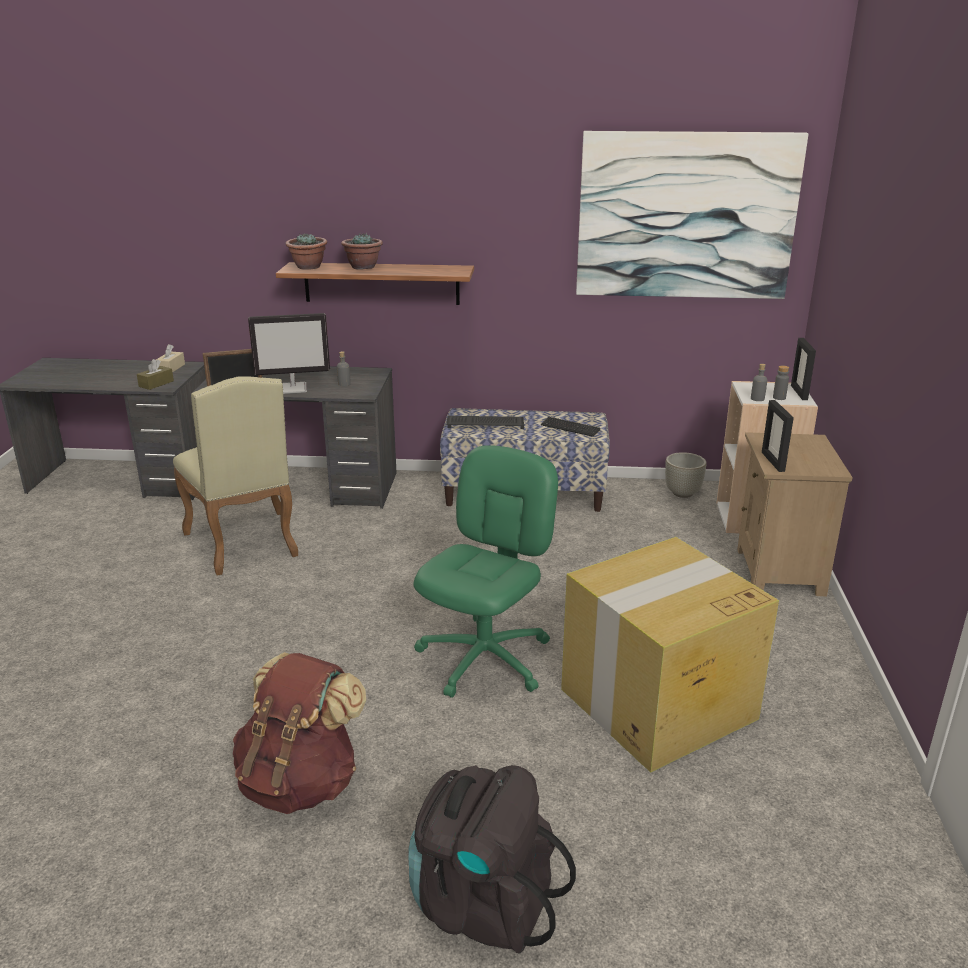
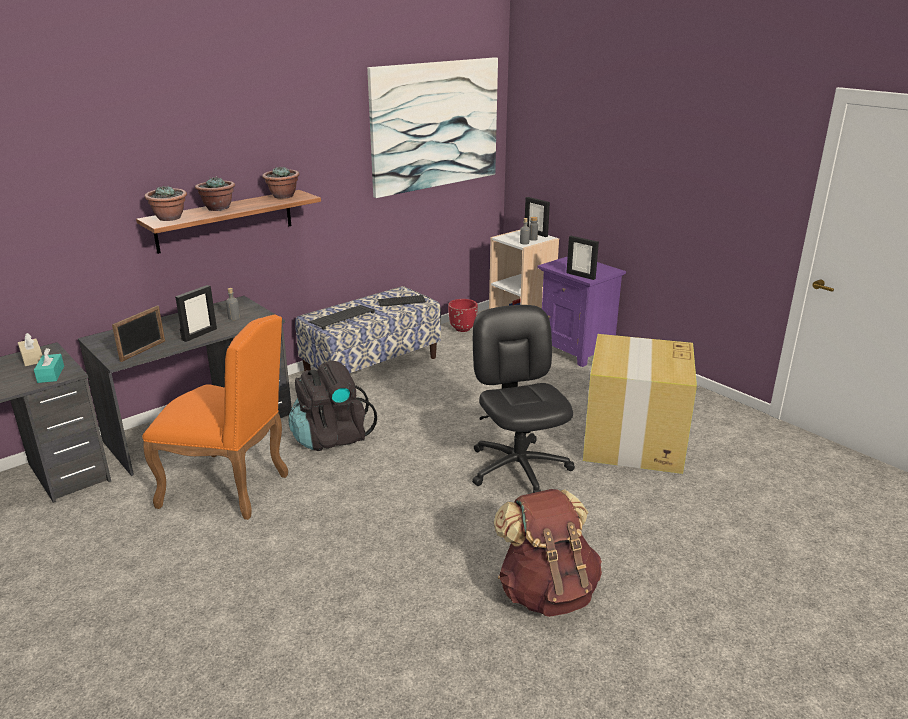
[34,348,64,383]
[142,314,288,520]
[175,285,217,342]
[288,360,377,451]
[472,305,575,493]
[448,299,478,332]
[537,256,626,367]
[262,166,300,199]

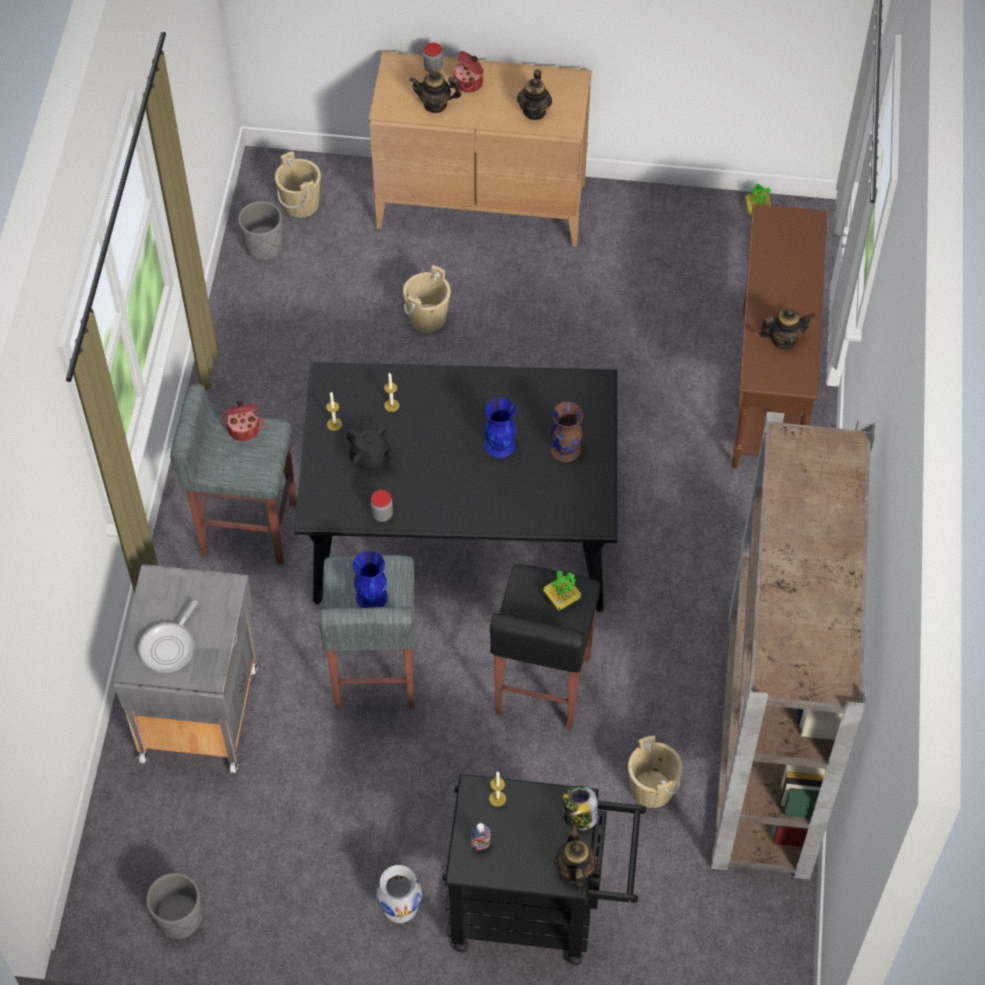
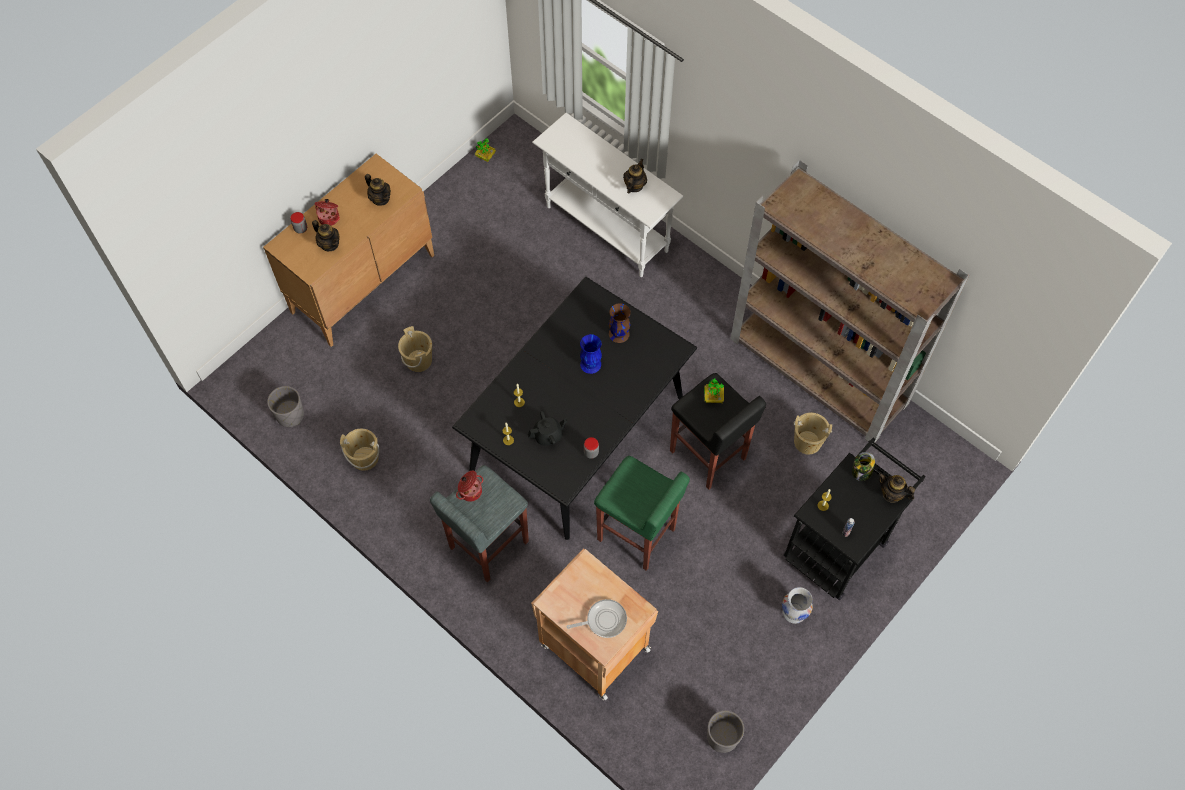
[531,548,658,700]
[566,599,627,638]
[340,429,379,471]
[594,456,690,571]
[353,551,388,608] (first image)
[312,220,340,251]
[532,113,684,277]

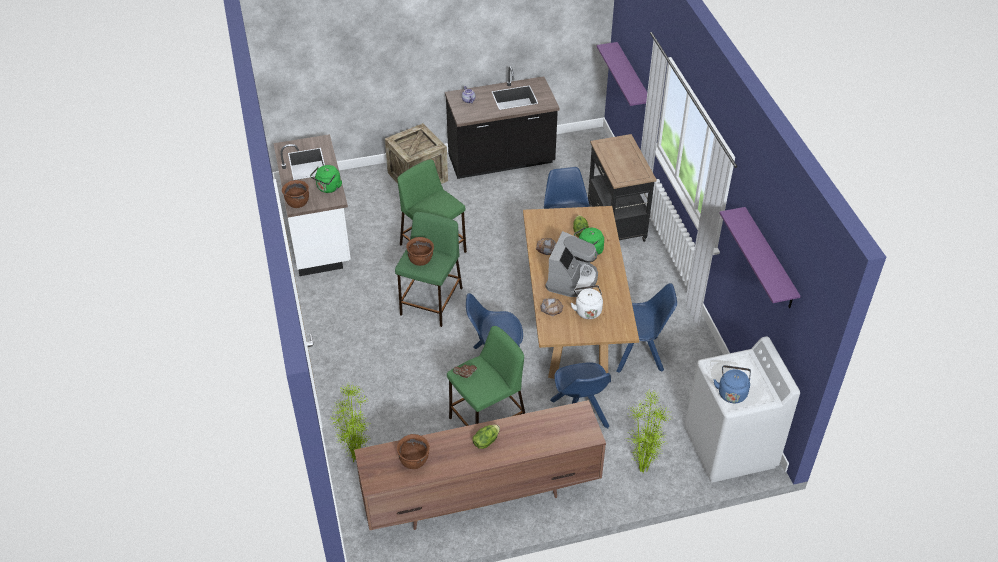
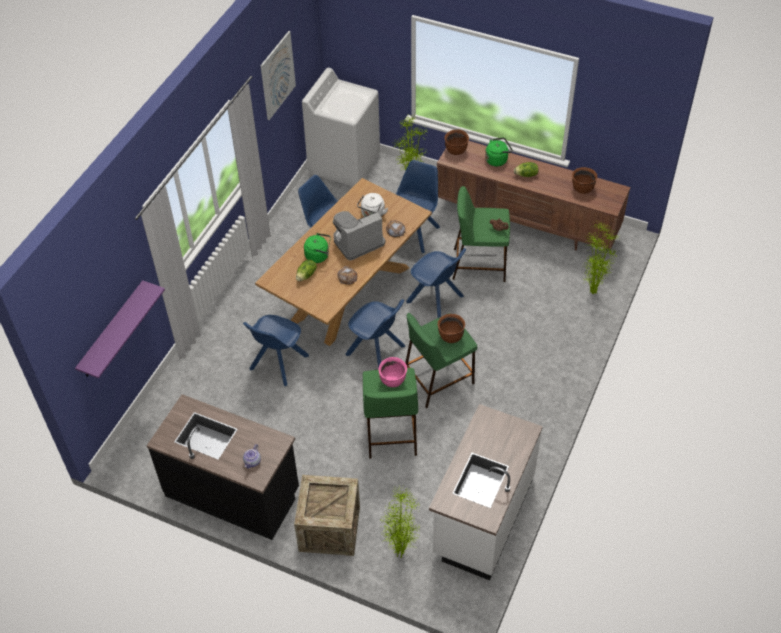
[445,129,469,155]
[485,138,513,166]
[588,134,657,242] (first image)
[714,365,751,403] (first image)
[260,31,296,120]
[345,299,405,369]
[378,357,407,387]
[382,488,421,558]

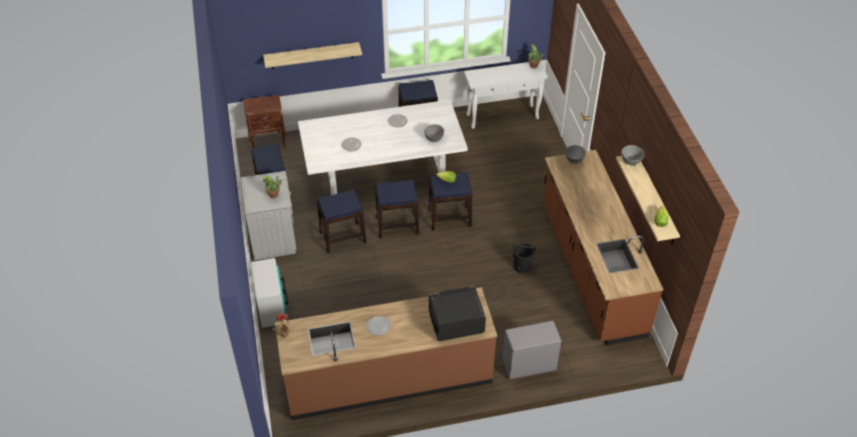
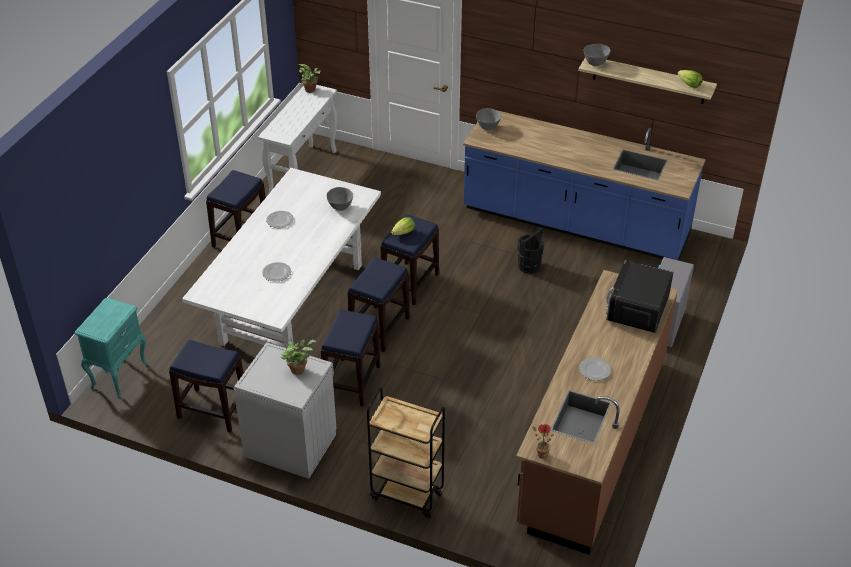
[75,298,148,399]
[367,387,445,518]
[263,42,362,69] (first image)
[463,110,706,261]

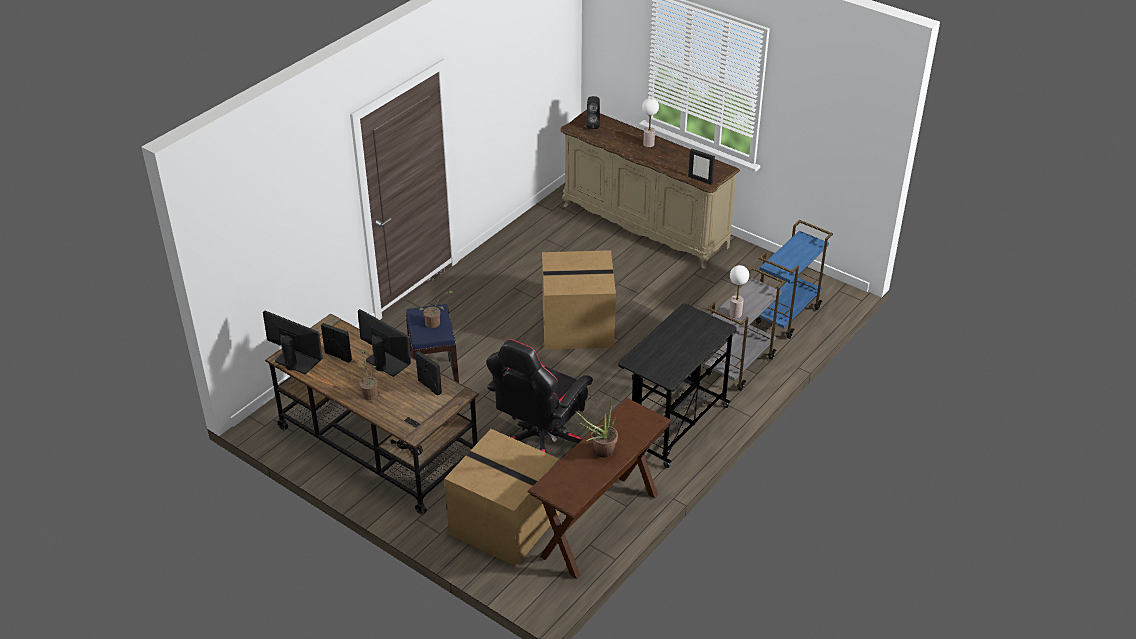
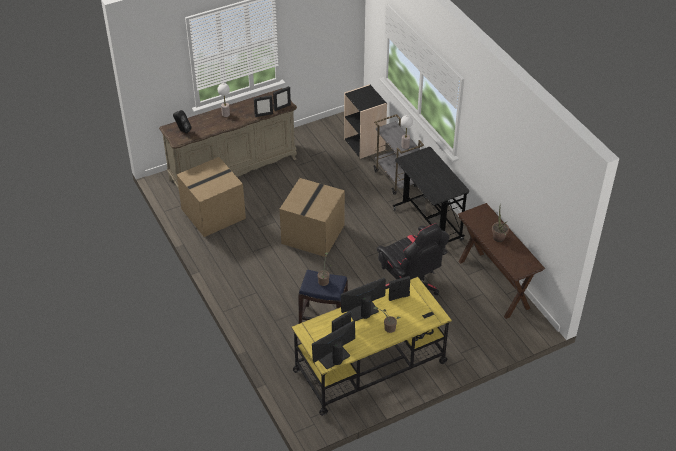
[291,277,452,416]
[177,157,246,237]
[344,84,387,159]
[254,95,273,117]

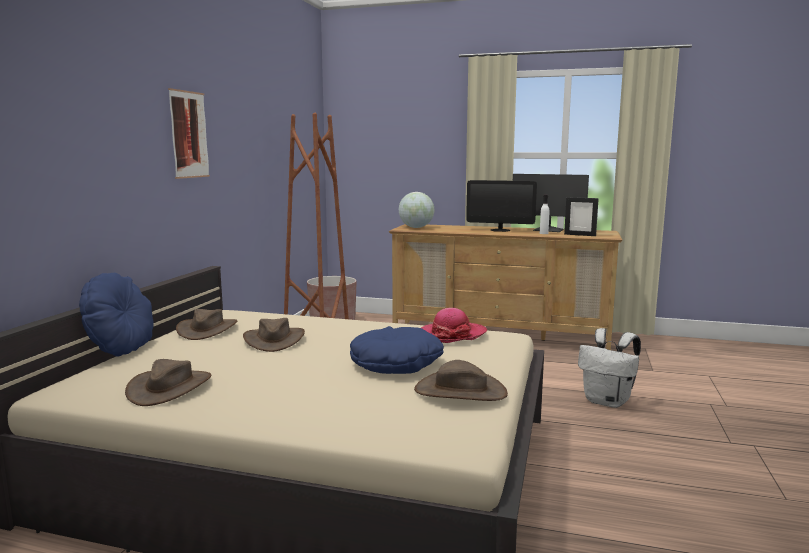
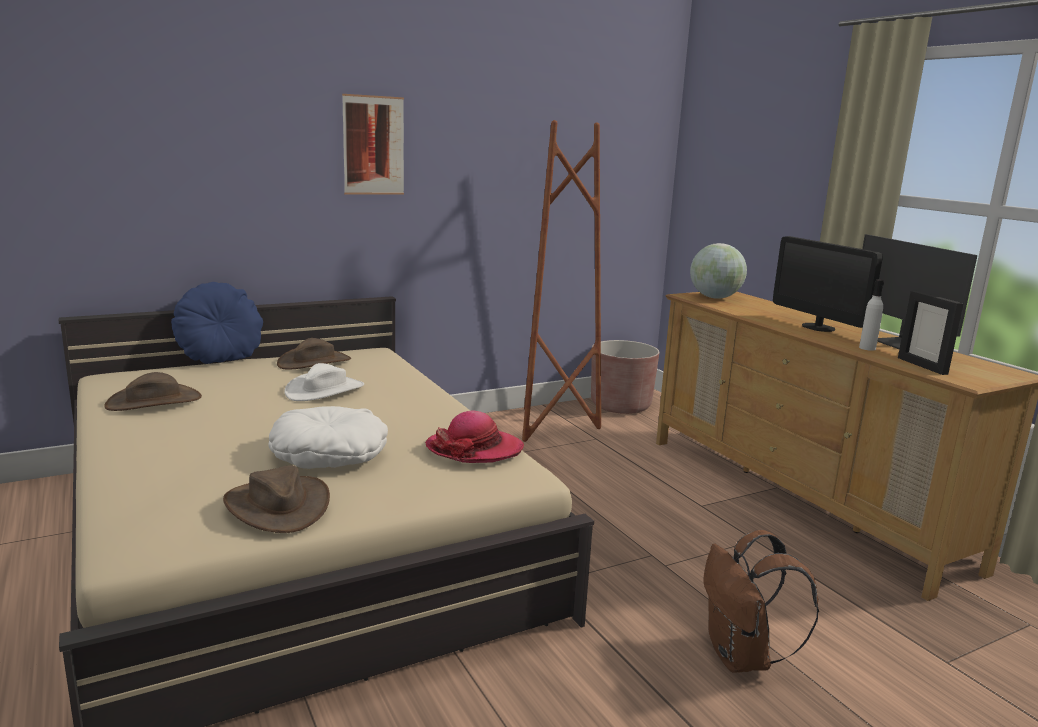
[284,363,364,401]
[268,406,388,469]
[703,530,819,672]

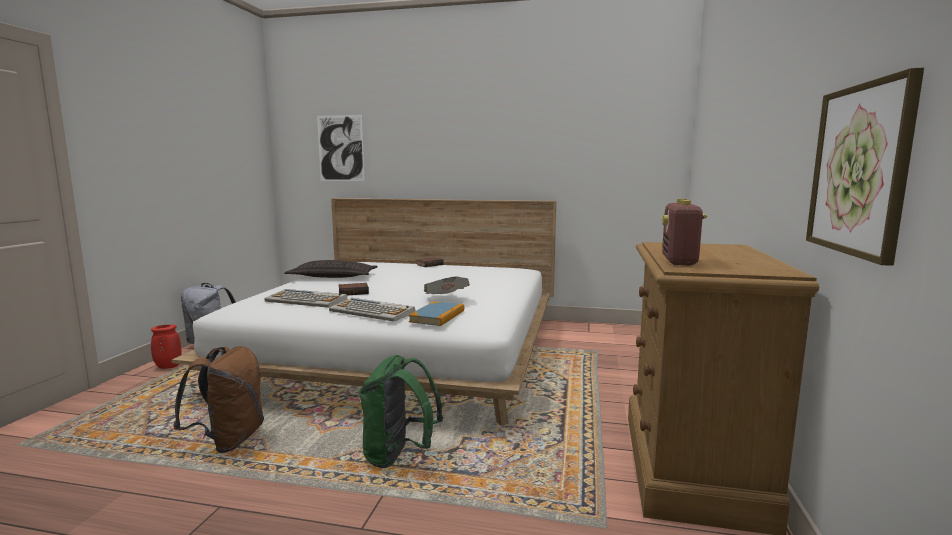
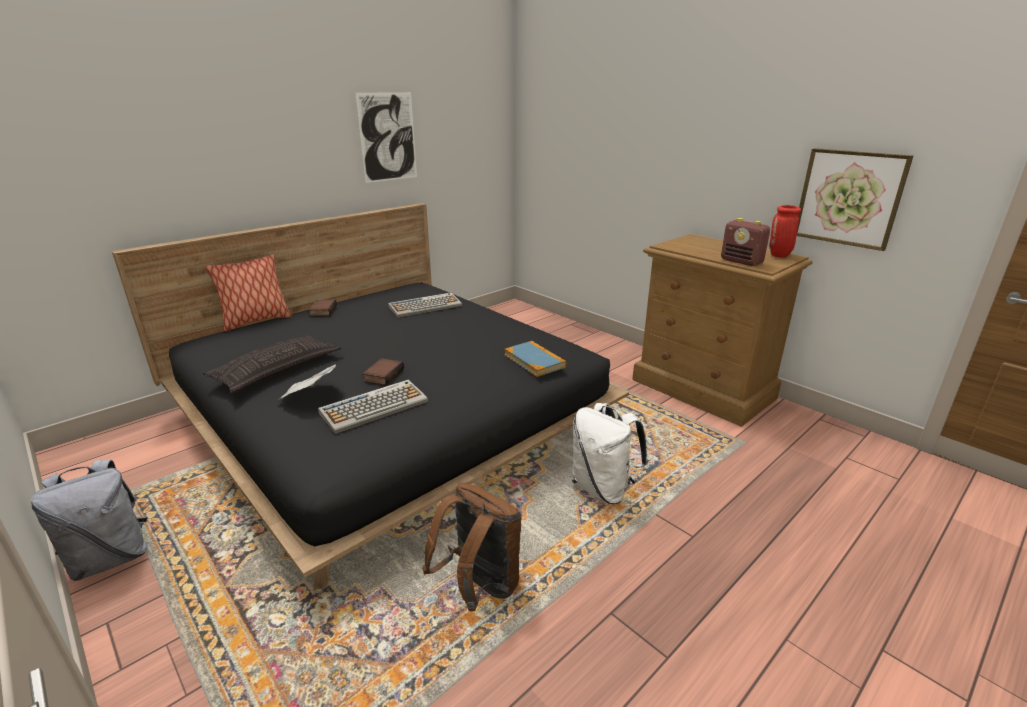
[769,205,801,258]
[112,203,629,589]
[355,92,417,183]
[388,292,462,318]
[572,403,648,504]
[279,364,336,399]
[205,254,292,331]

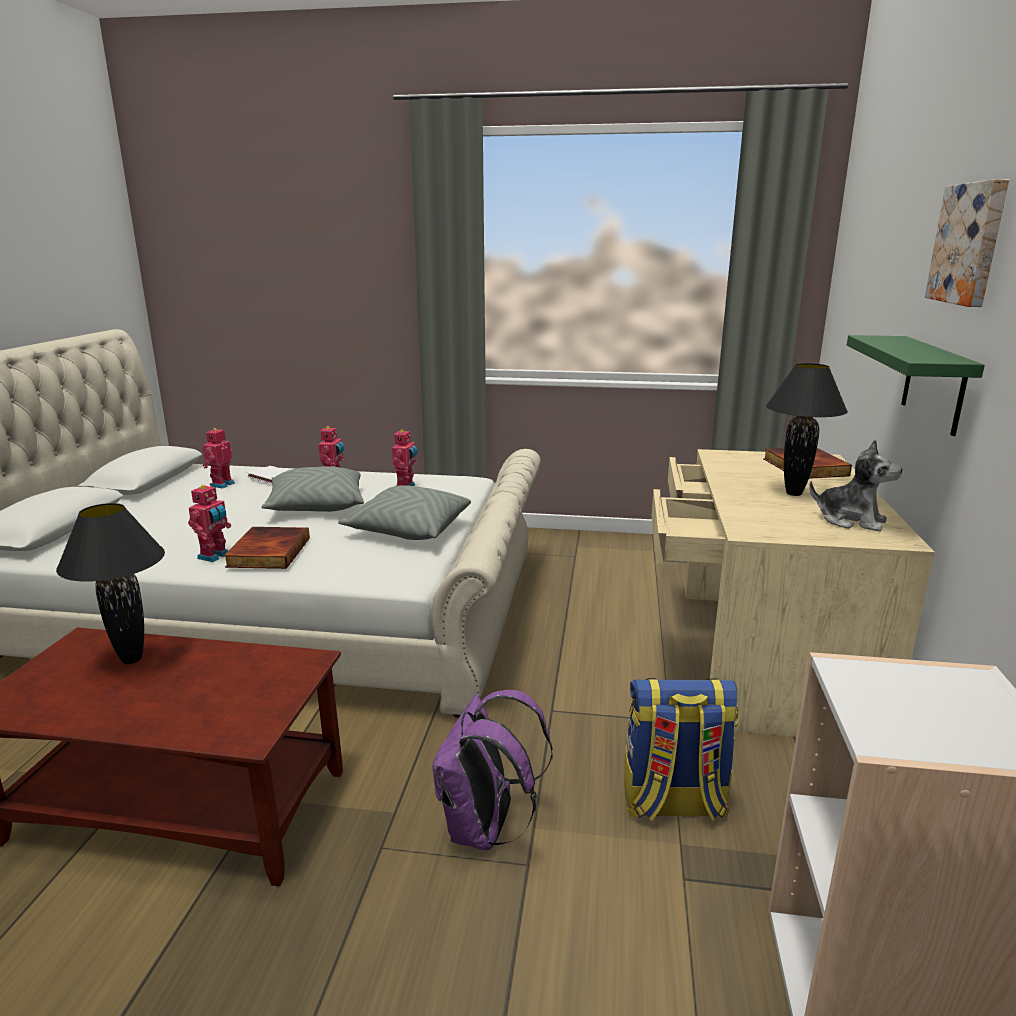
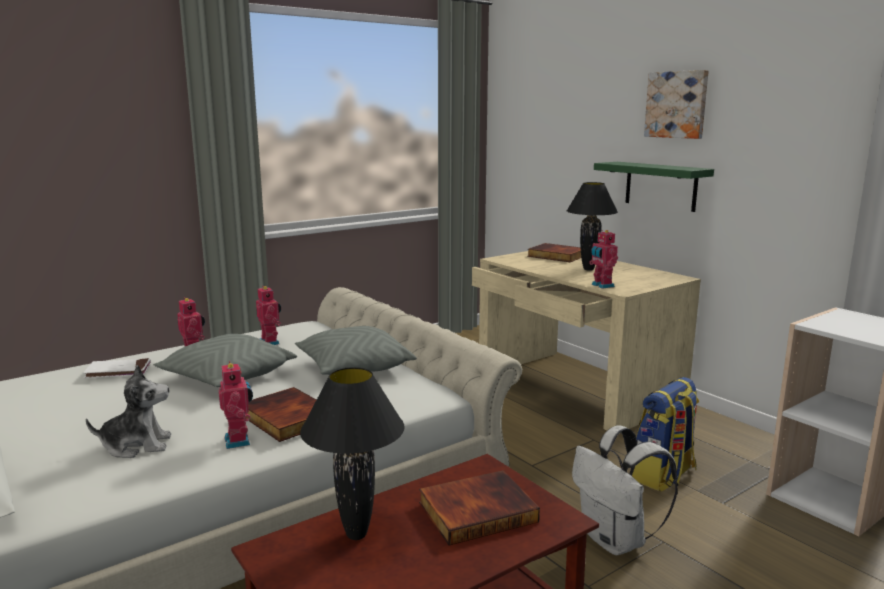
[589,230,618,289]
[572,425,678,555]
[86,365,171,458]
[419,470,540,545]

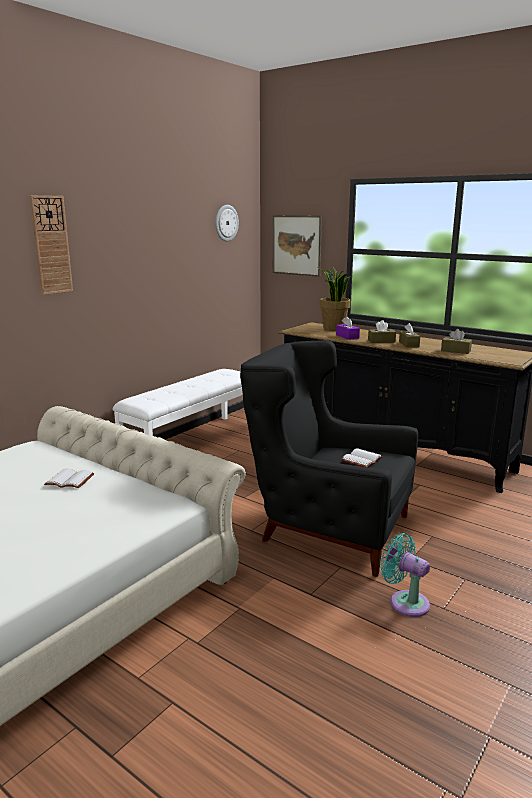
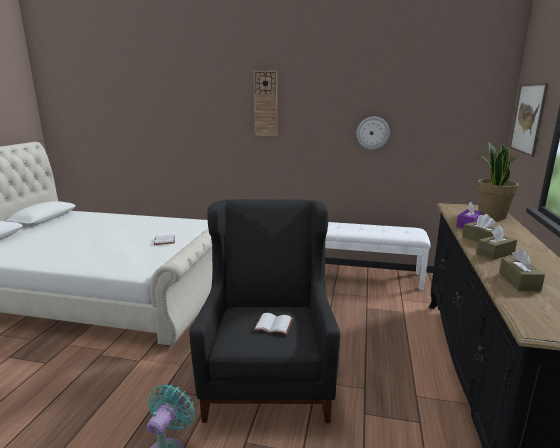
[356,117,390,149]

